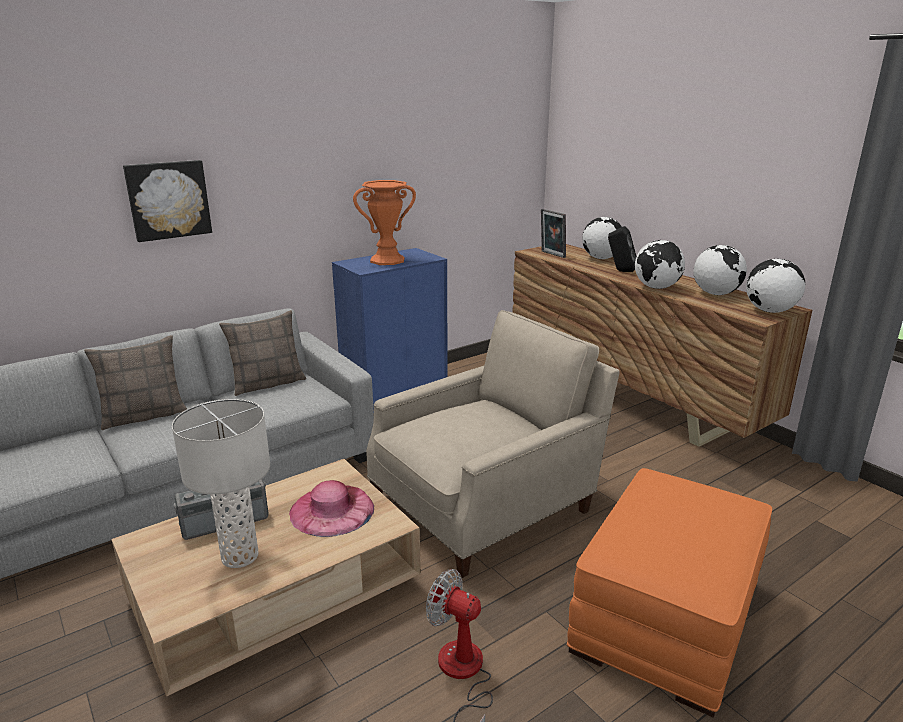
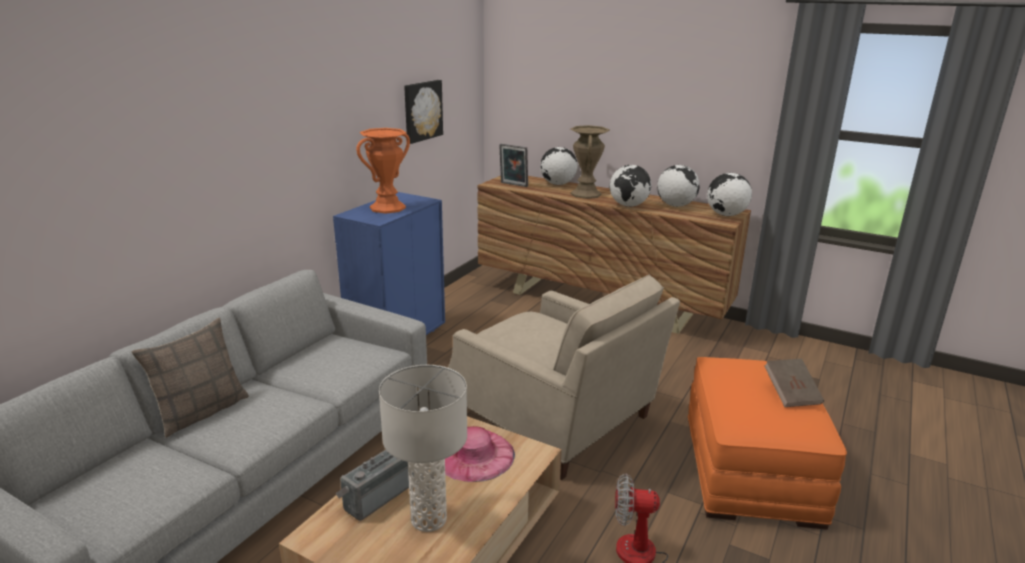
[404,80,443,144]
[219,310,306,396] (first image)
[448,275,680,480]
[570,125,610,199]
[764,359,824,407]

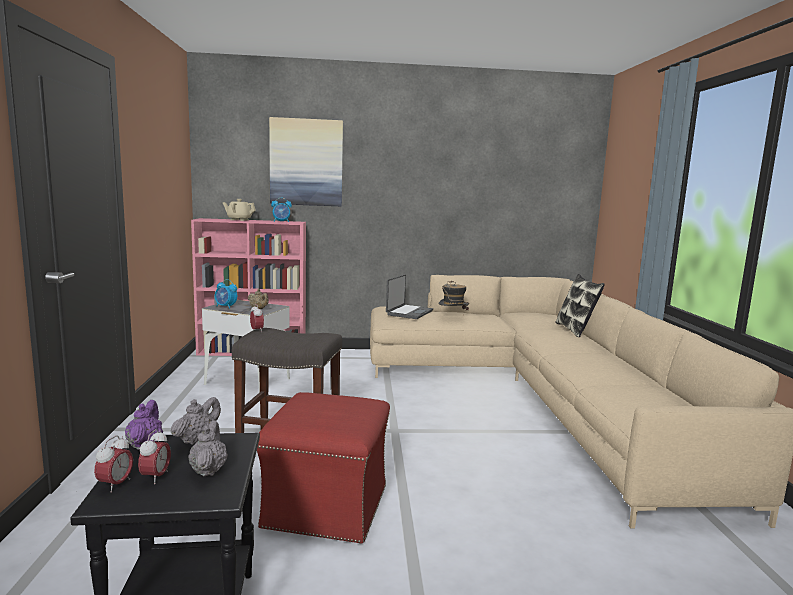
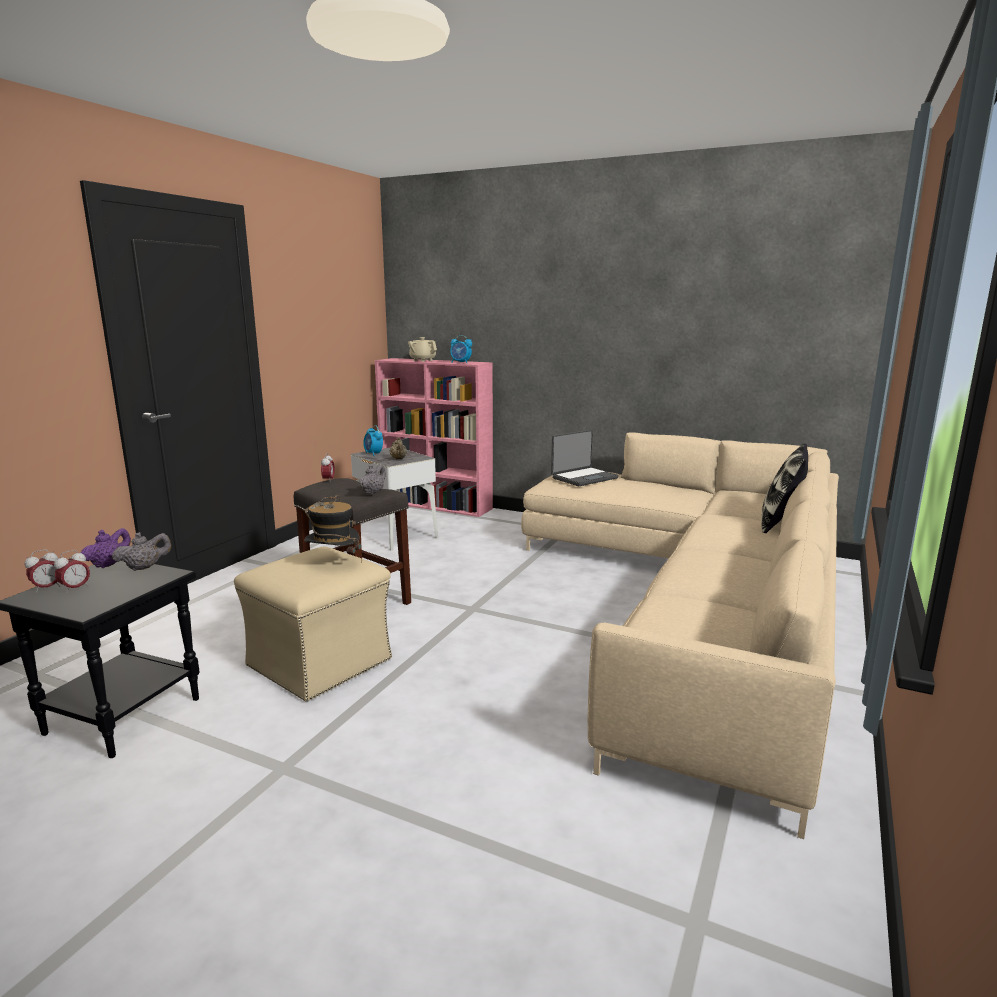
[359,464,386,495]
[234,546,392,702]
[269,117,343,206] (first image)
[304,495,362,562]

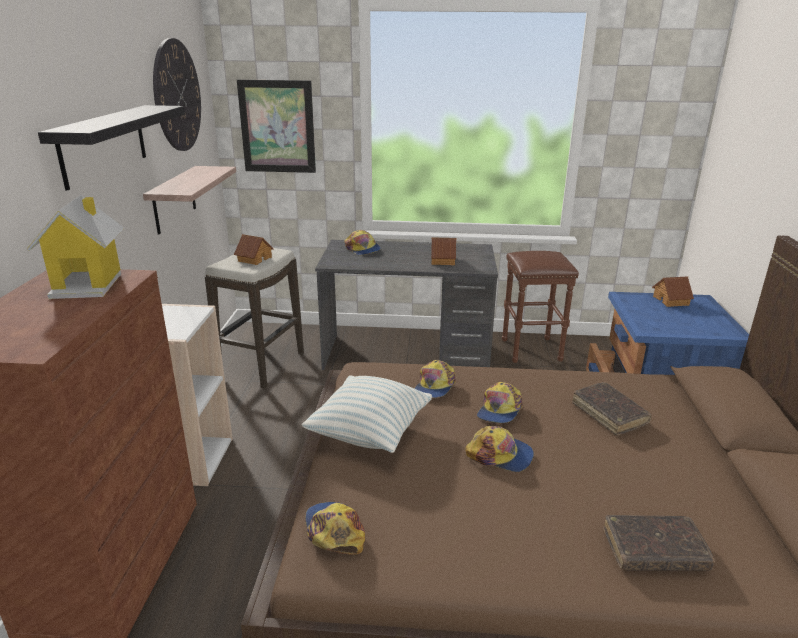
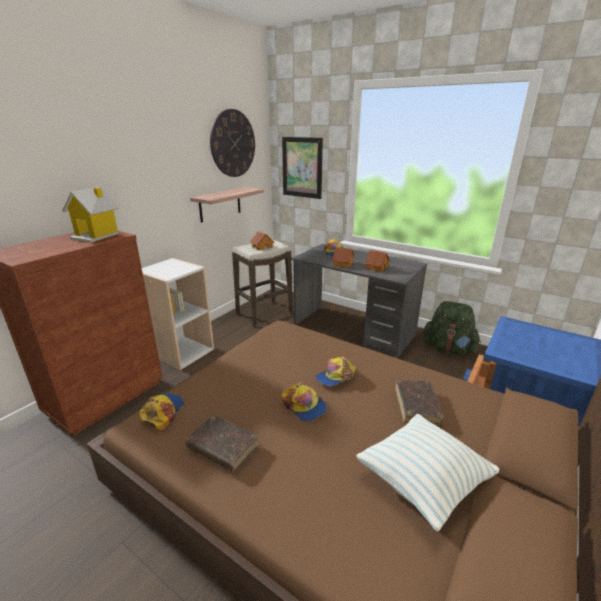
[38,105,185,191] (first image)
[356,414,499,532]
[414,360,456,398] (first image)
[423,301,481,355]
[185,415,259,472]
[332,247,354,268]

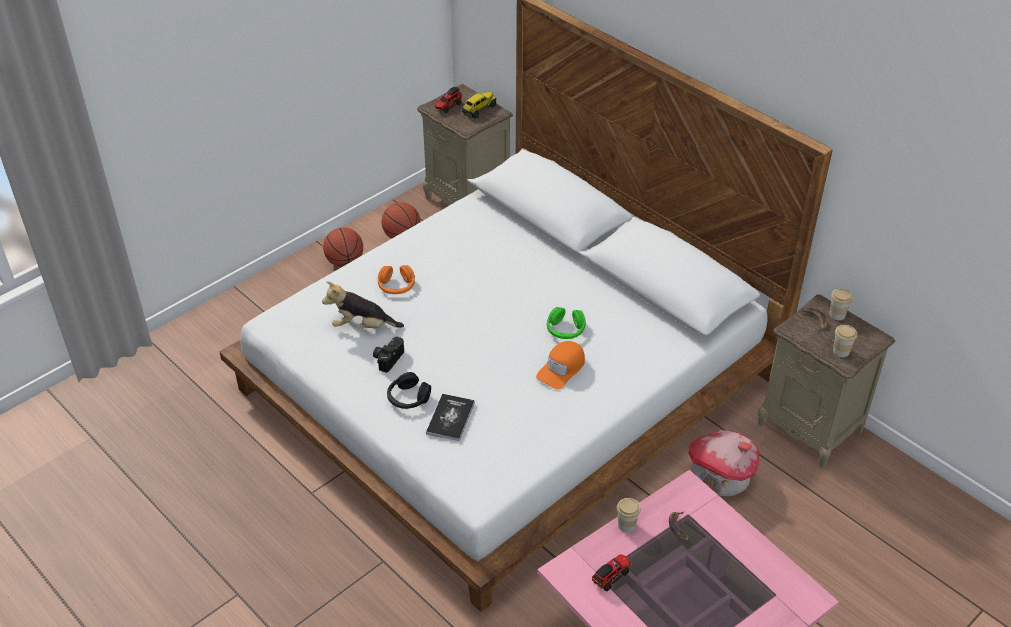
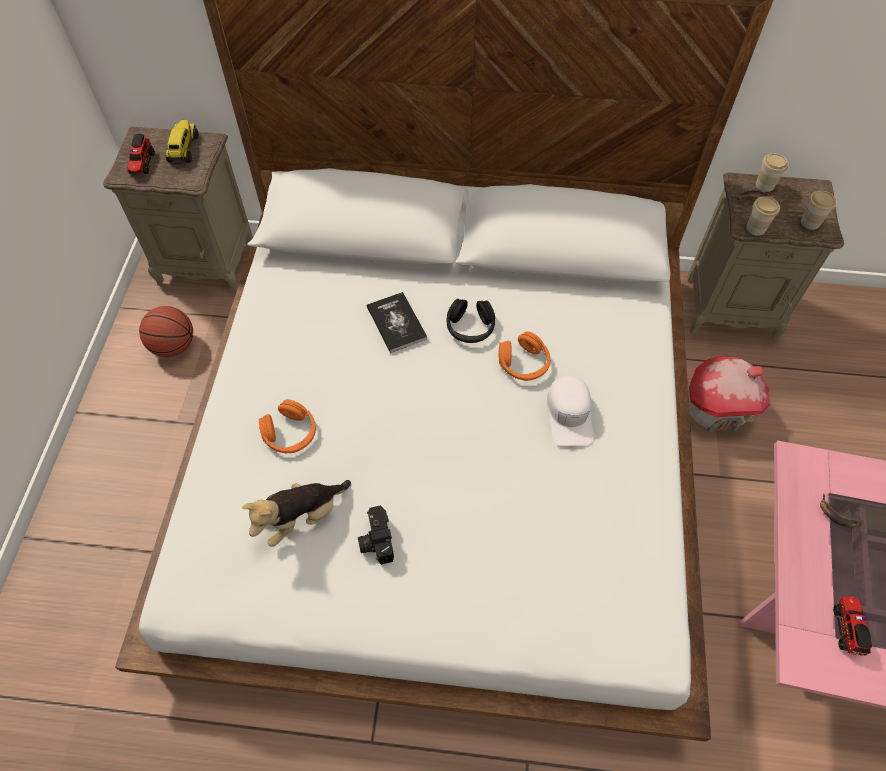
[323,227,363,267] (first image)
[446,299,495,343]
[367,292,427,353]
[547,375,594,446]
[498,331,550,381]
[746,197,780,236]

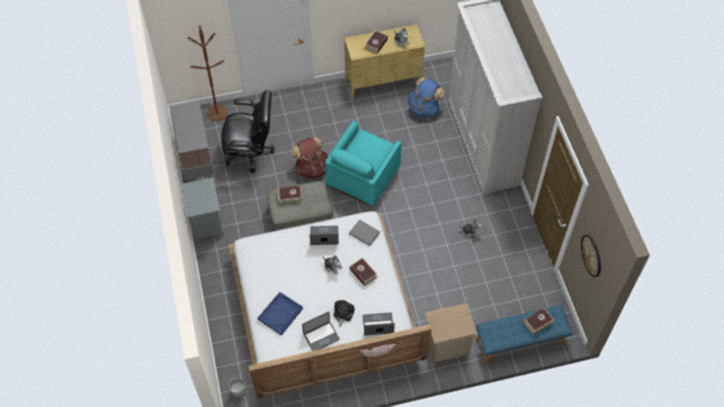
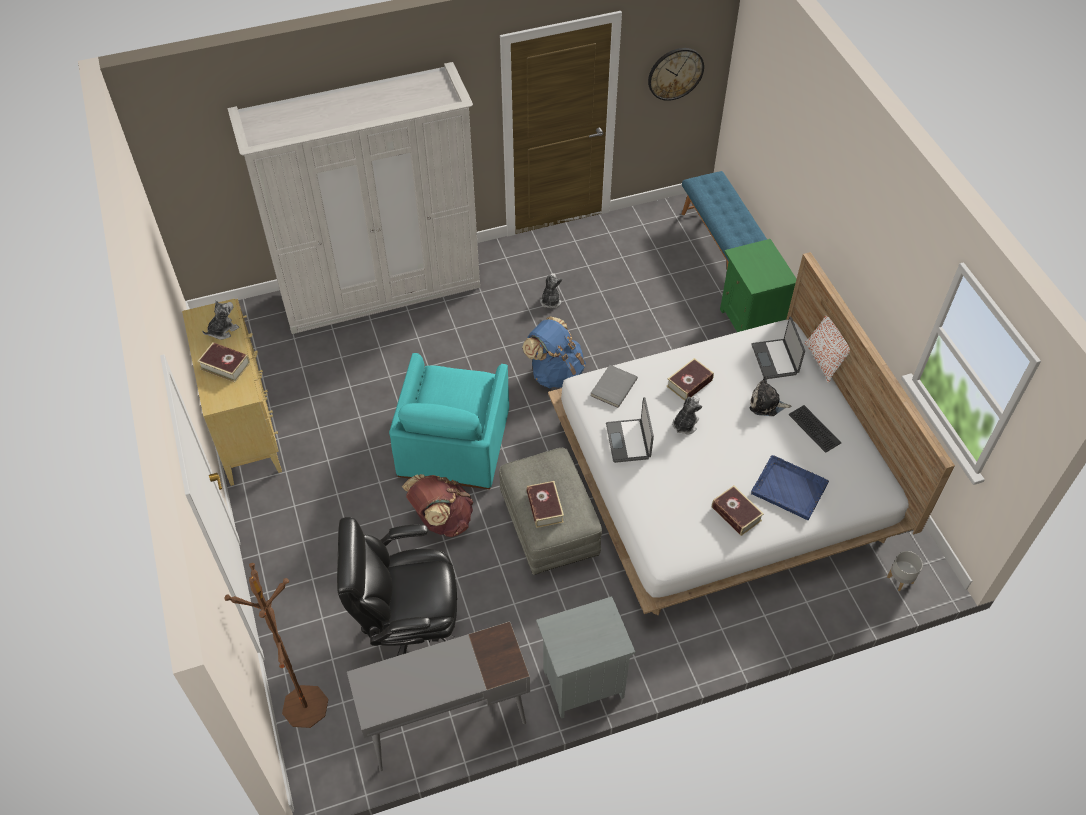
[337,517,457,656]
[788,405,841,453]
[389,353,509,490]
[522,316,586,388]
[720,239,797,332]
[712,486,764,536]

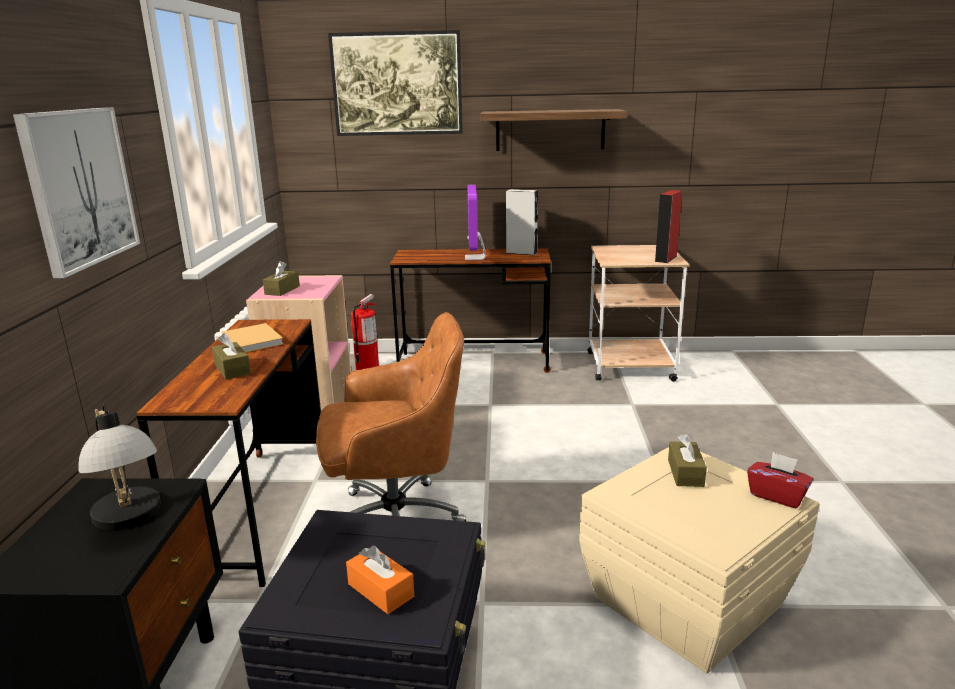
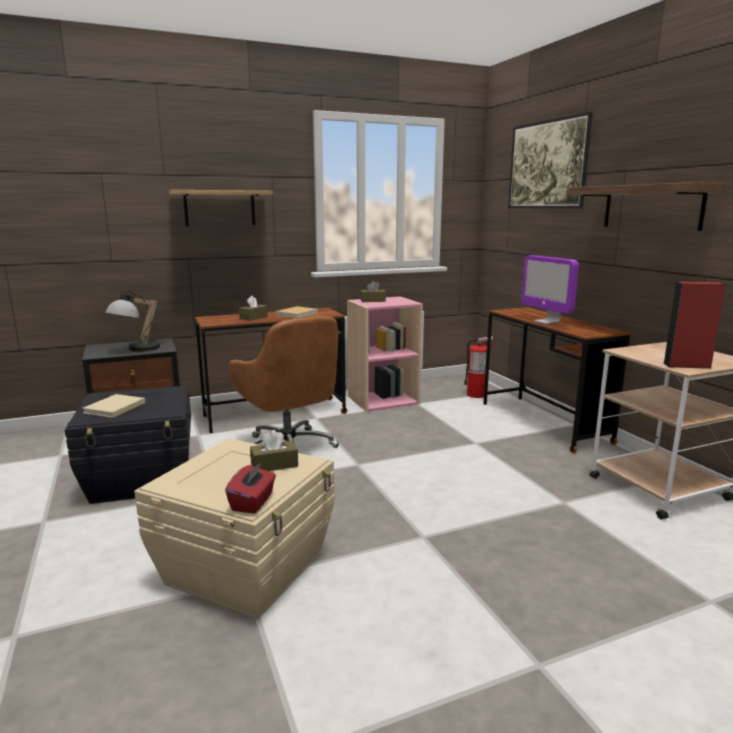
[169,190,273,226]
[82,394,145,418]
[521,255,579,324]
[506,189,538,255] (first image)

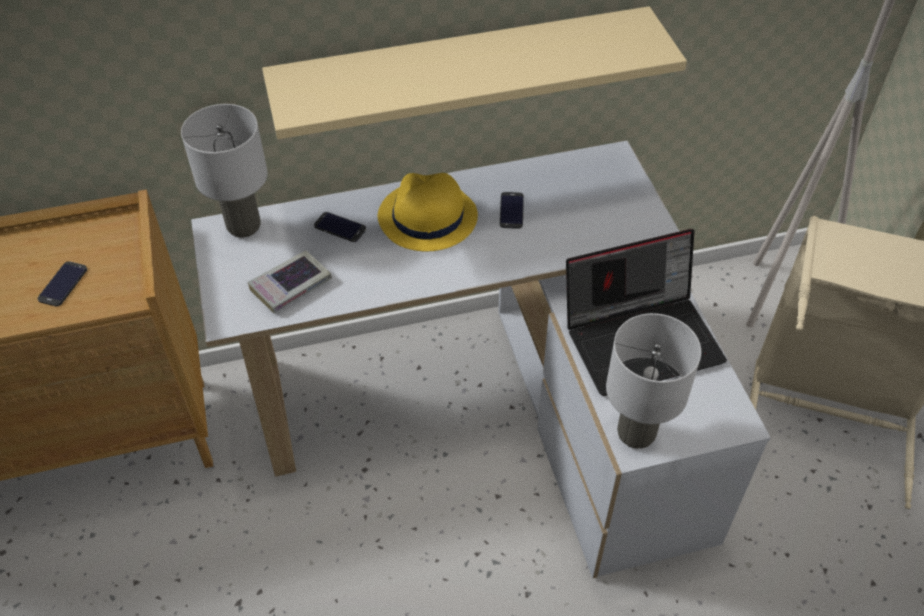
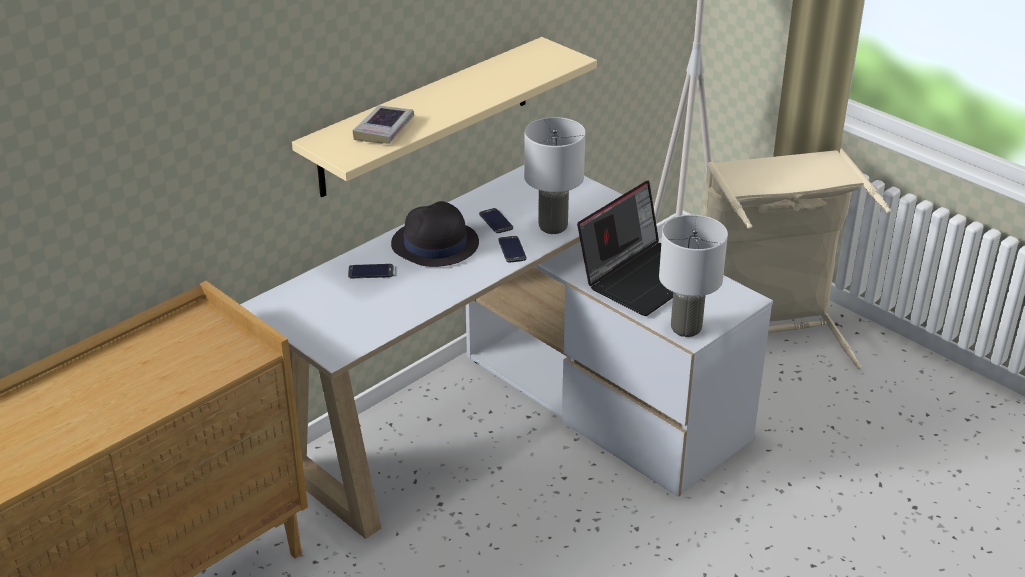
[498,236,526,263]
[524,117,585,234]
[352,105,414,144]
[391,201,479,267]

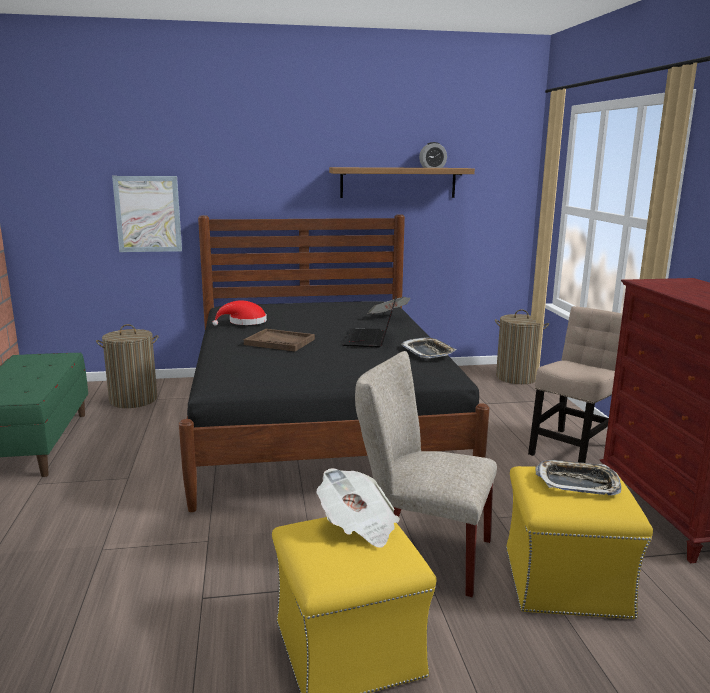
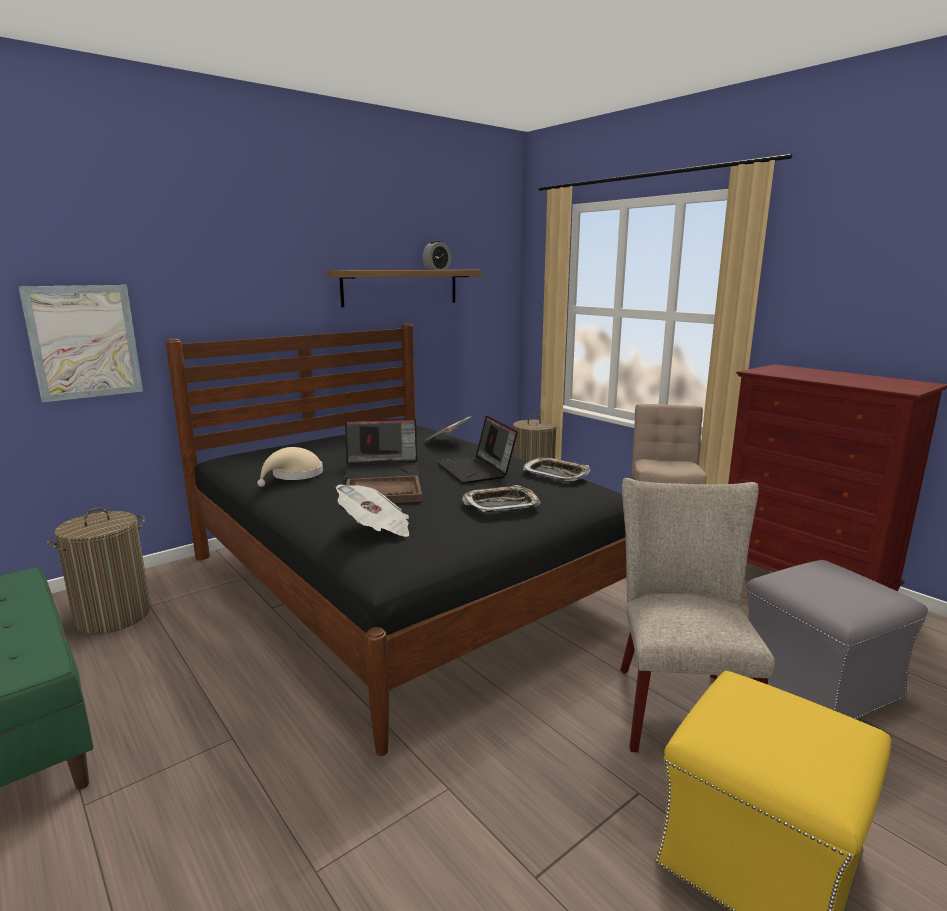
[257,447,323,487]
[336,484,409,537]
[620,478,775,752]
[746,560,928,720]
[462,485,541,512]
[344,418,419,480]

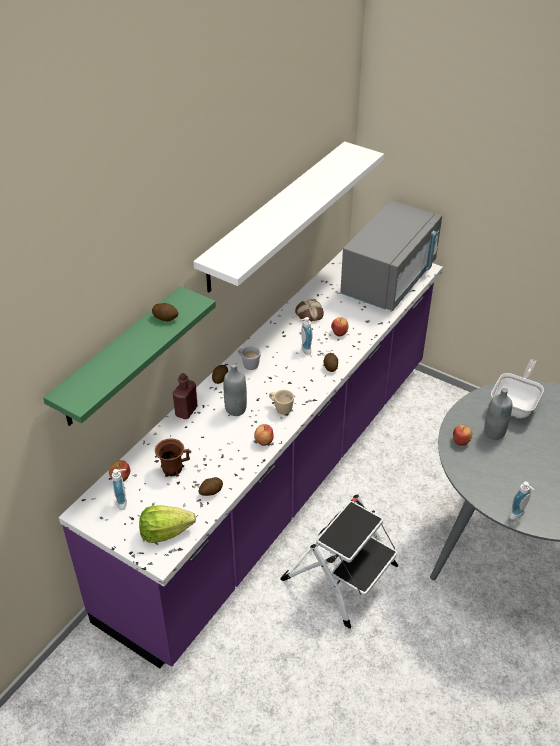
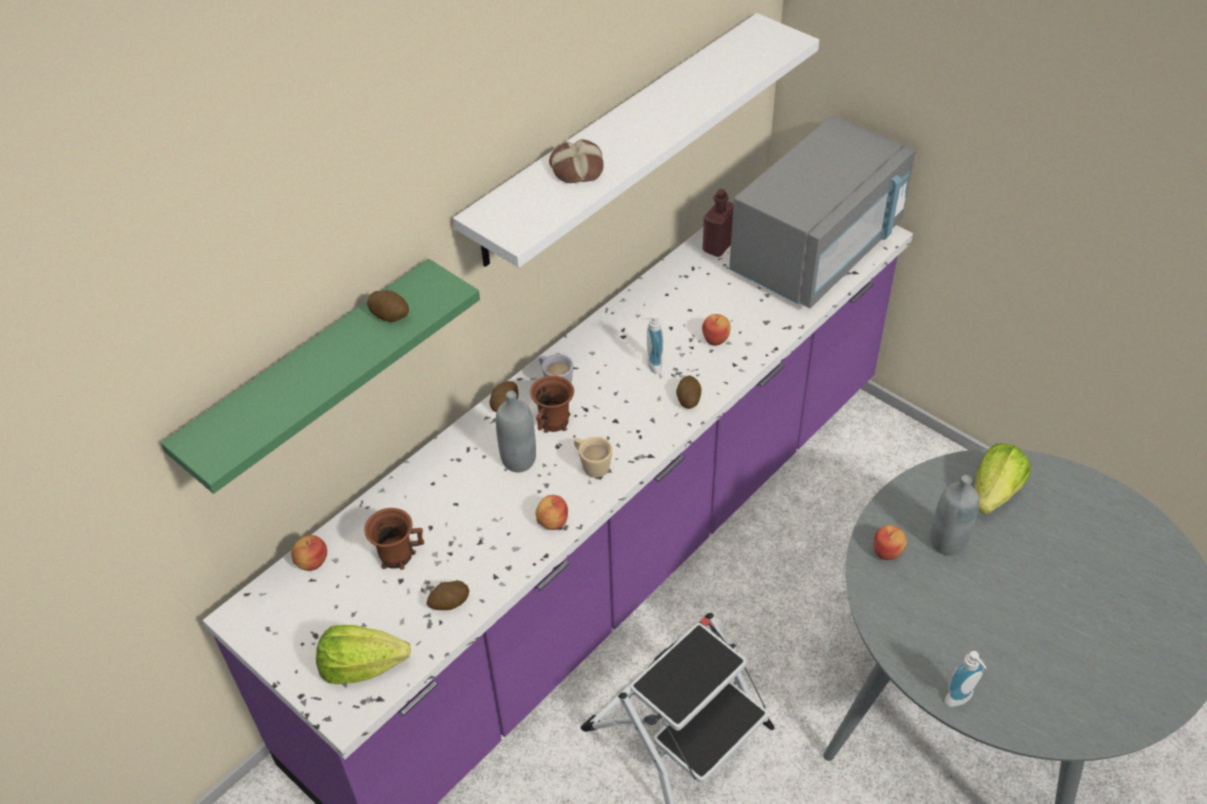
[112,469,127,510] (first image)
[703,189,733,257]
[549,139,604,183]
[975,443,1031,514]
[530,376,574,433]

